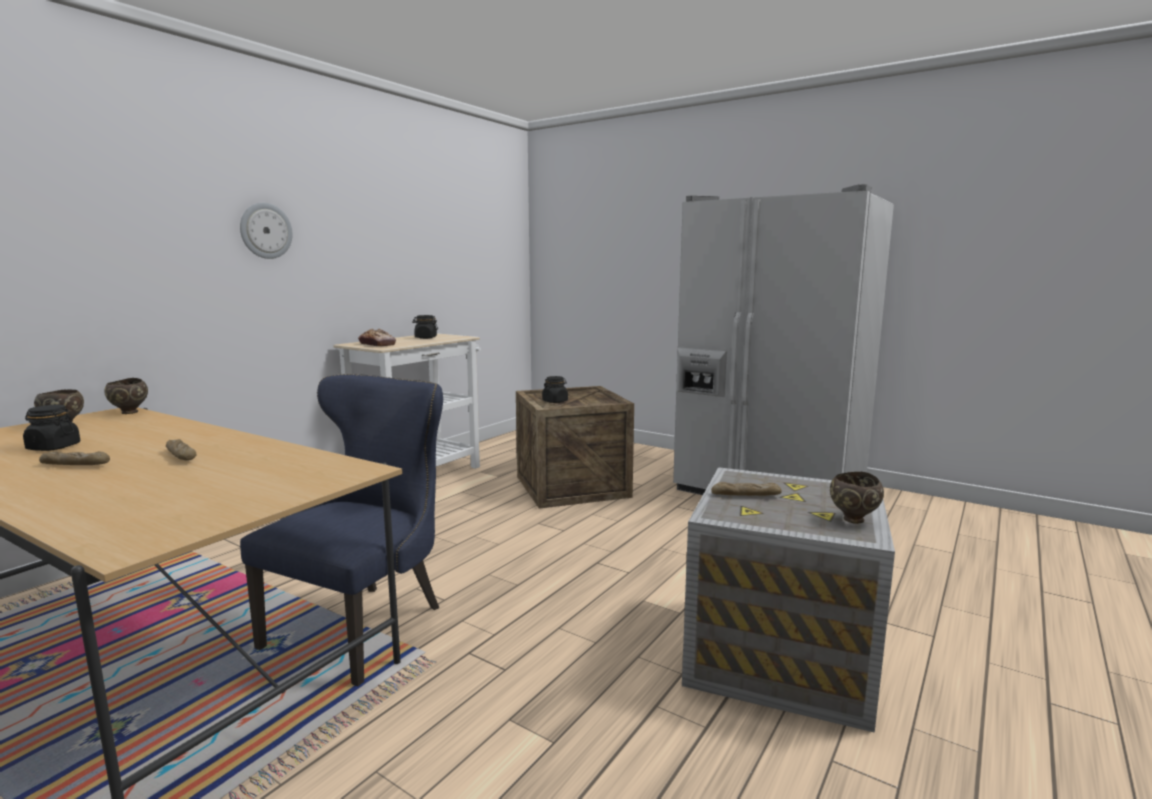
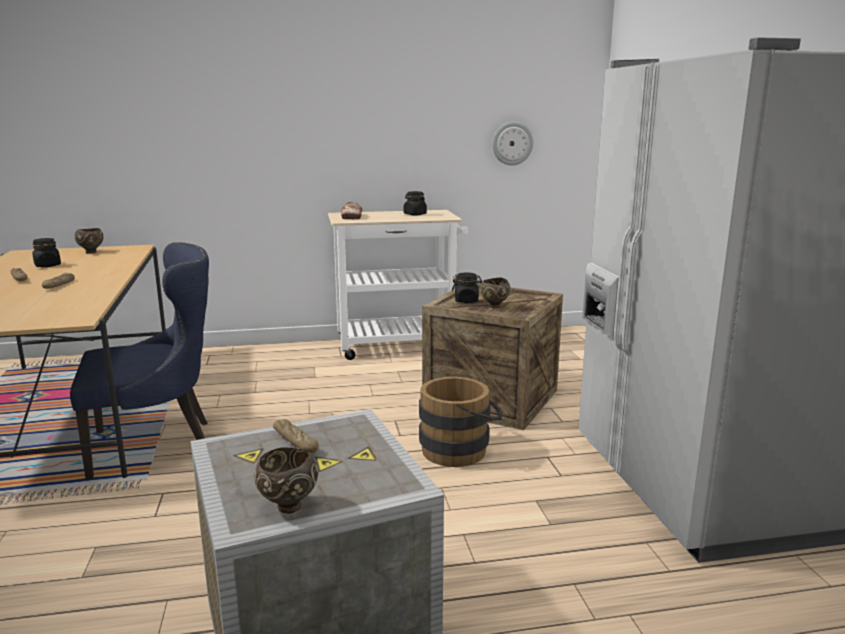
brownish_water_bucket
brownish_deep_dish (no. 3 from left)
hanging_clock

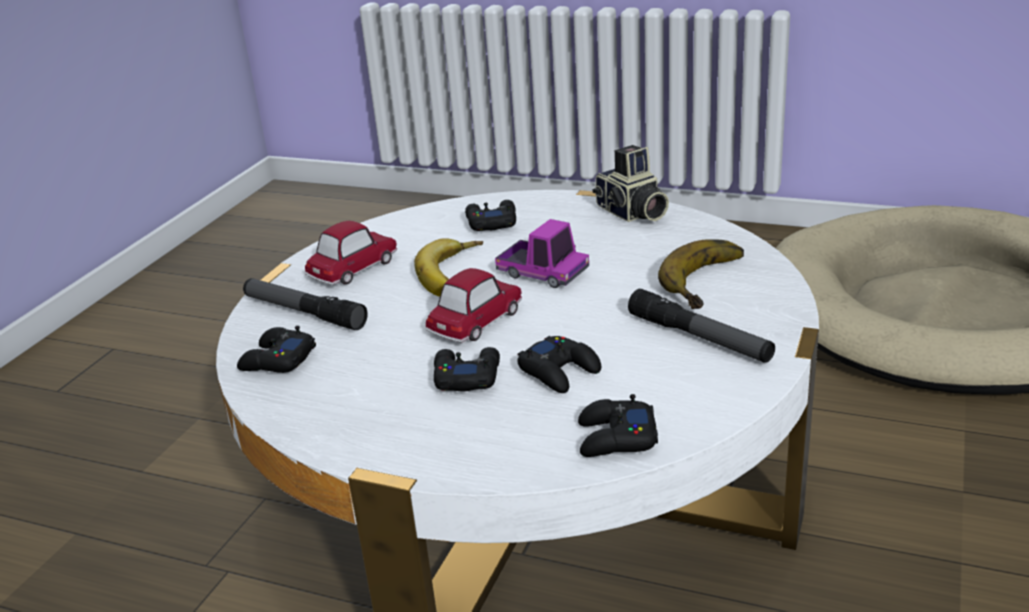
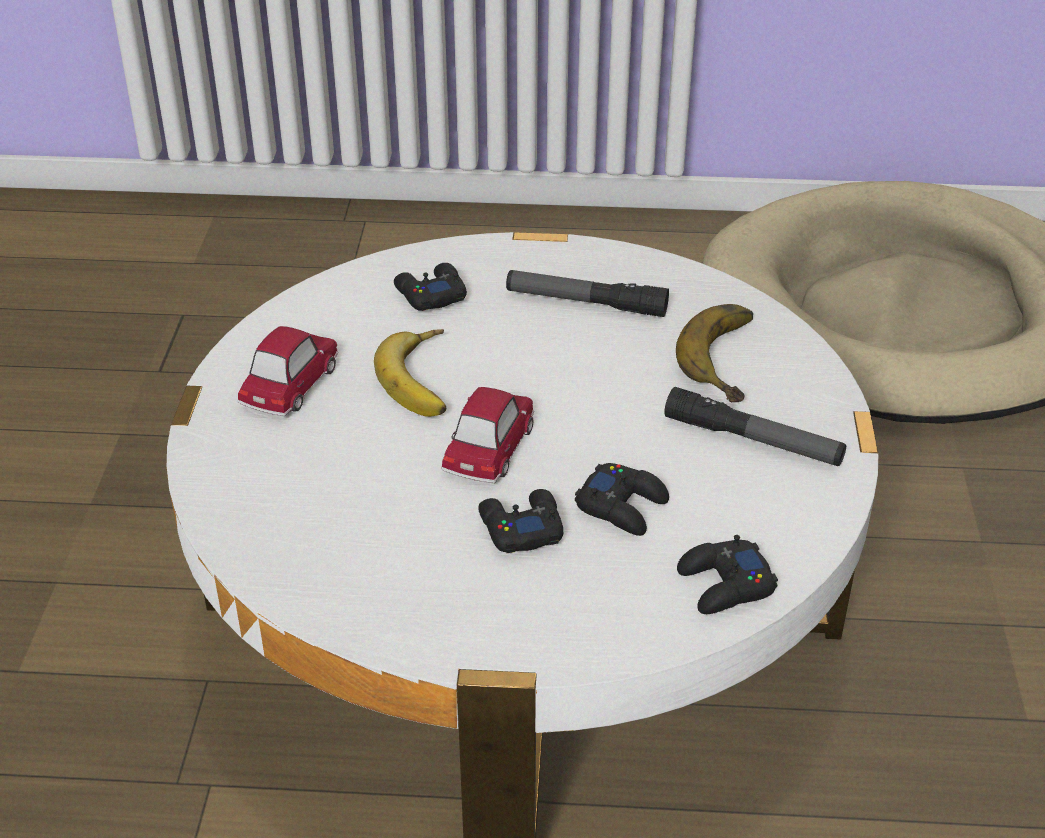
flashlight (no. 1 from left)
black_joypad (no. 1 from left in the first image)
model_truck
still_camera

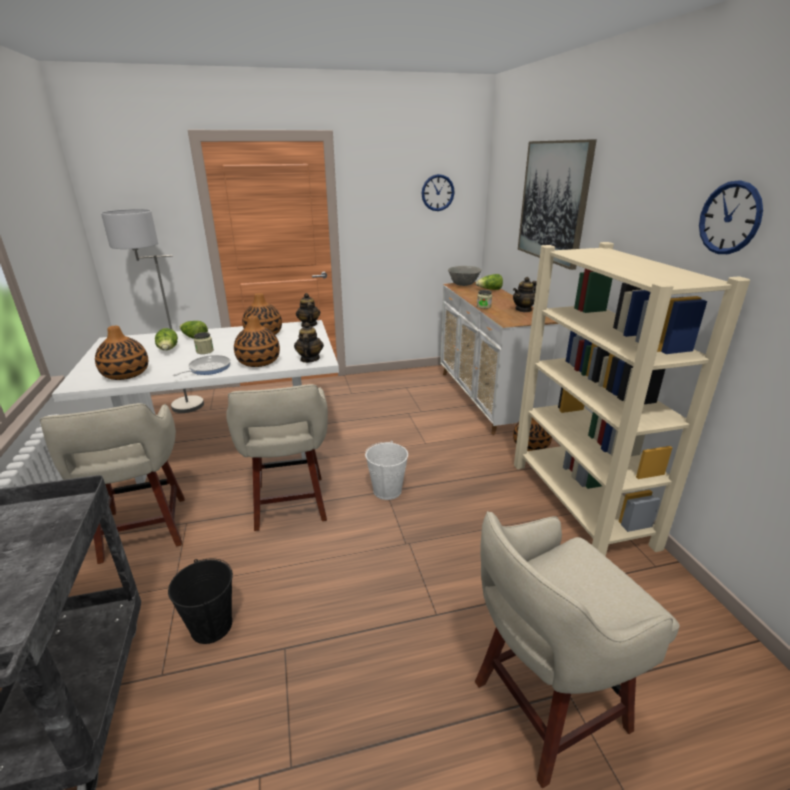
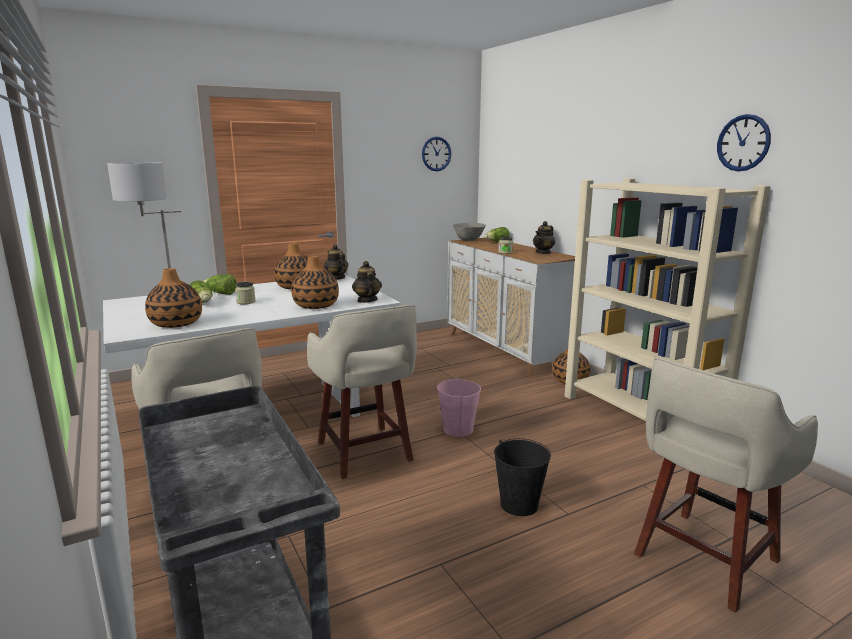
pinkish_water_bucket
black_water_bucket
pan
wall_art

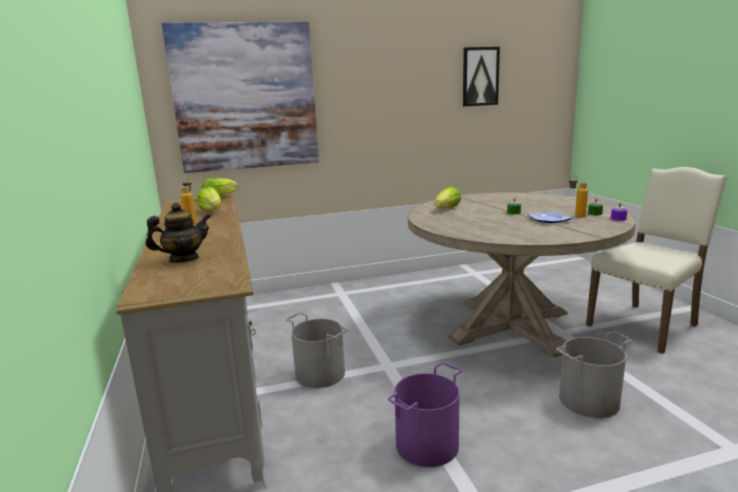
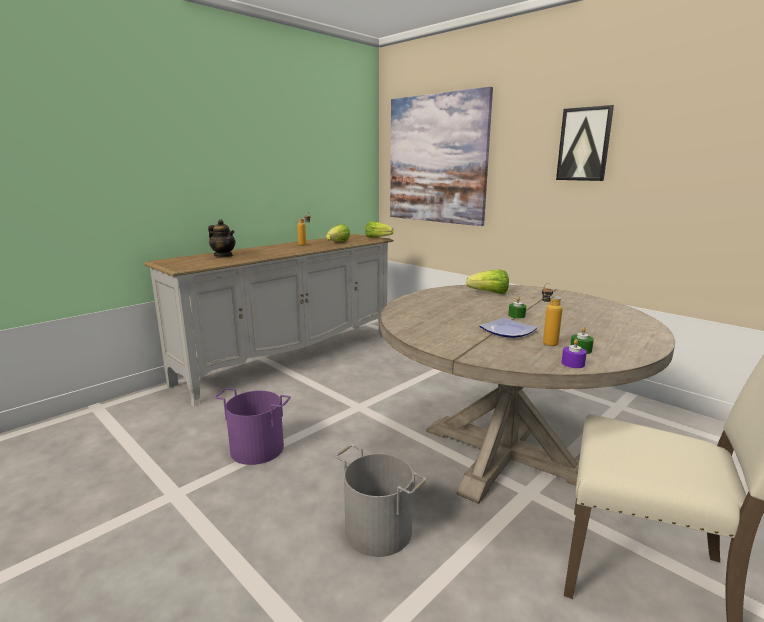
wall_art (no. 2 from left)
greyish_water_bucket (no. 1 from left in the first image)

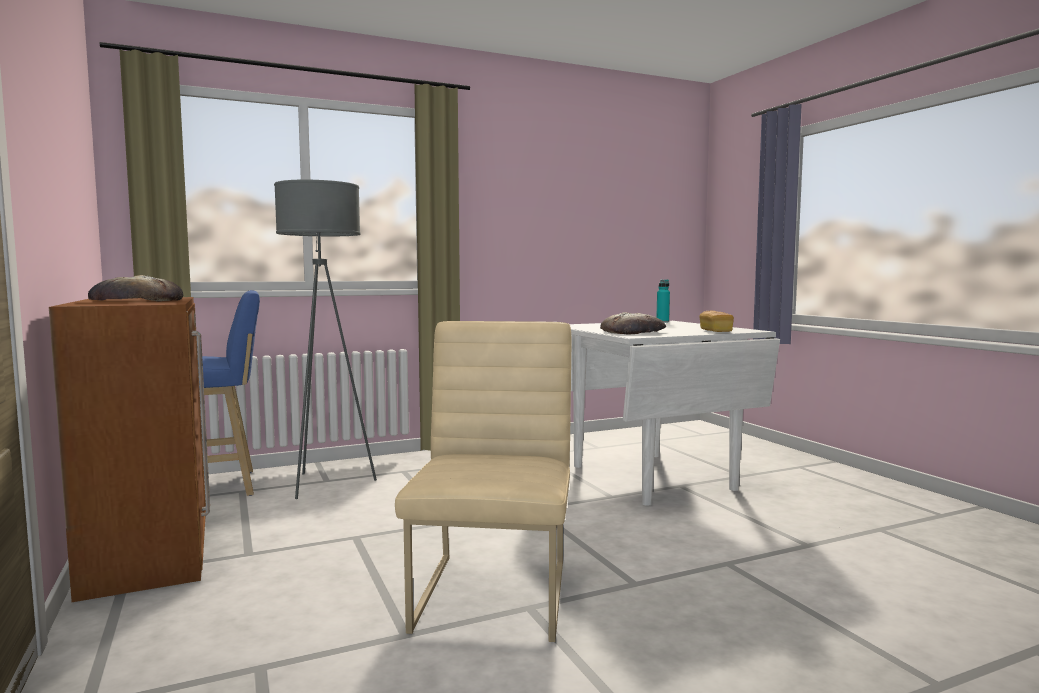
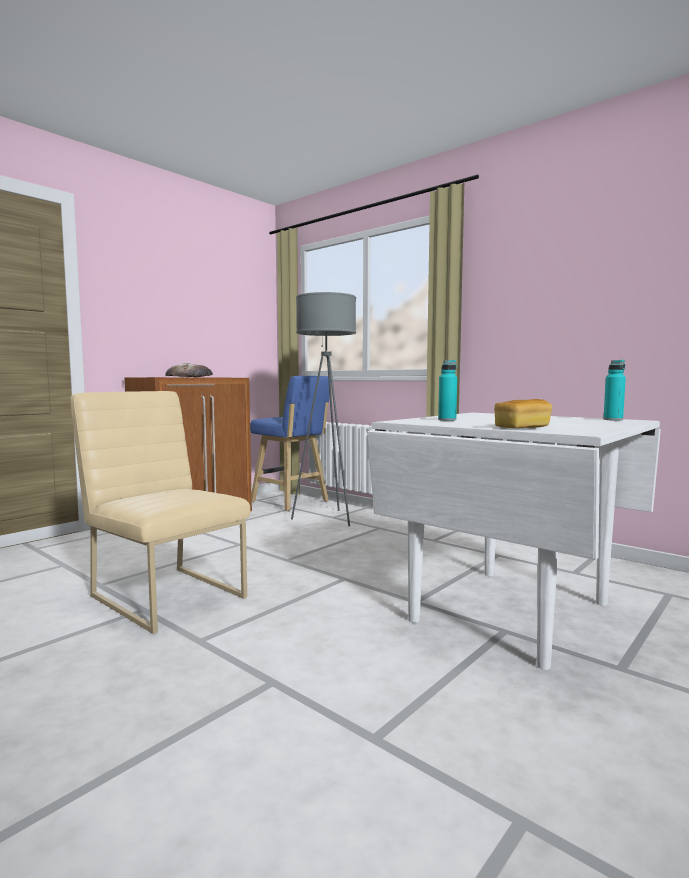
beige-coloured_chair
blue-green_drink_bottle (no. 1 from left)

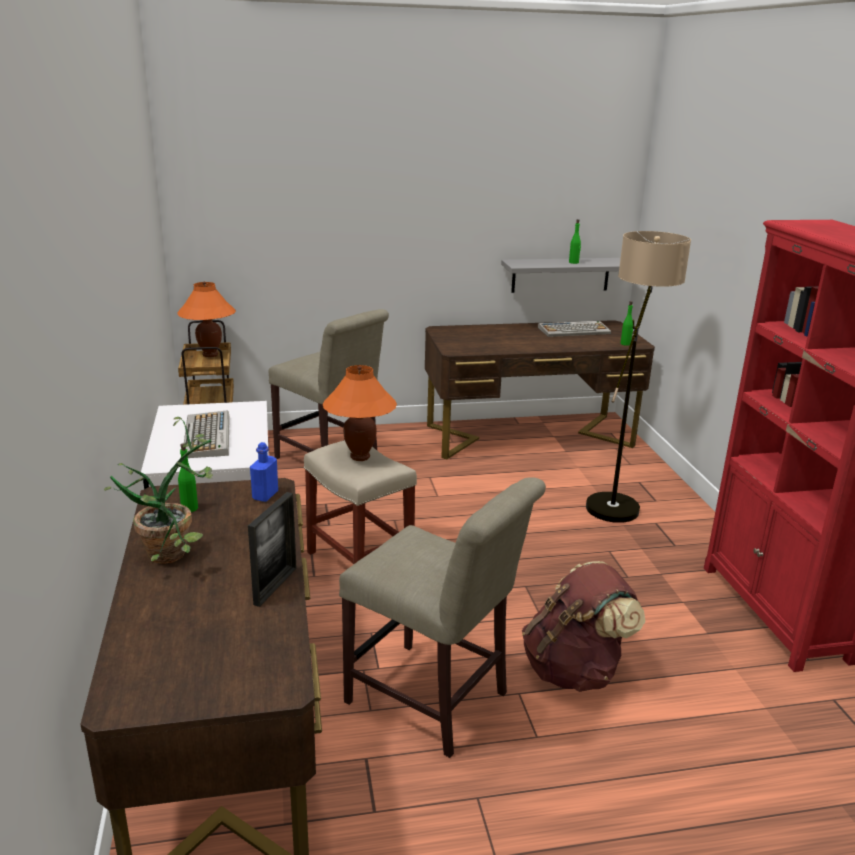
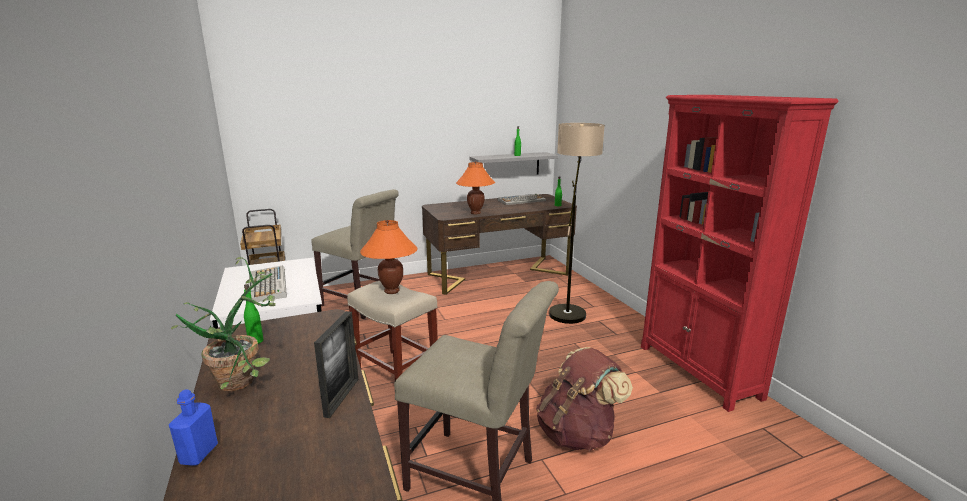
bluish_drink_bottle
orange_tabletop_lamp (no. 2 from left)

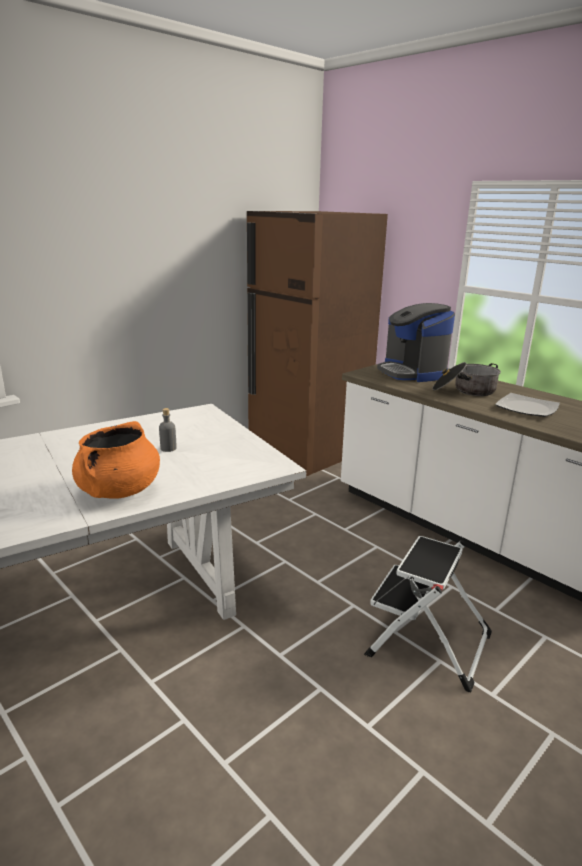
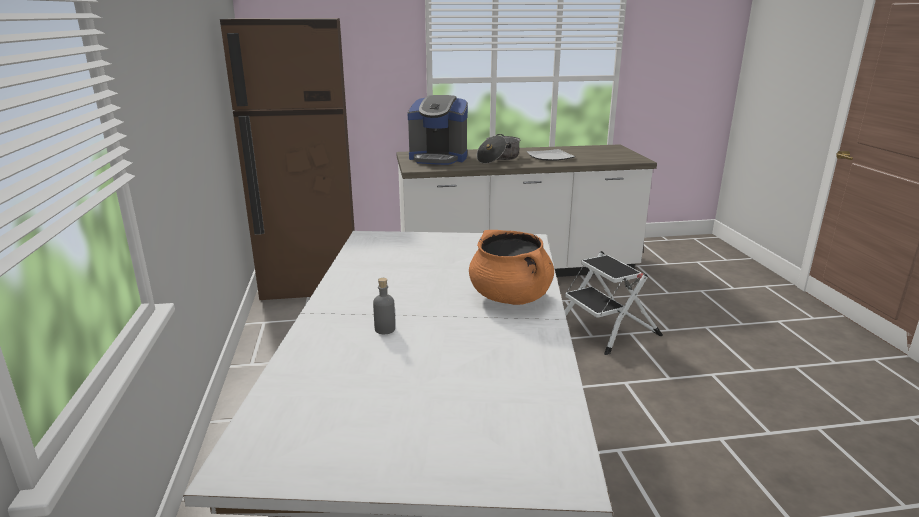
greyish_drink_bottle

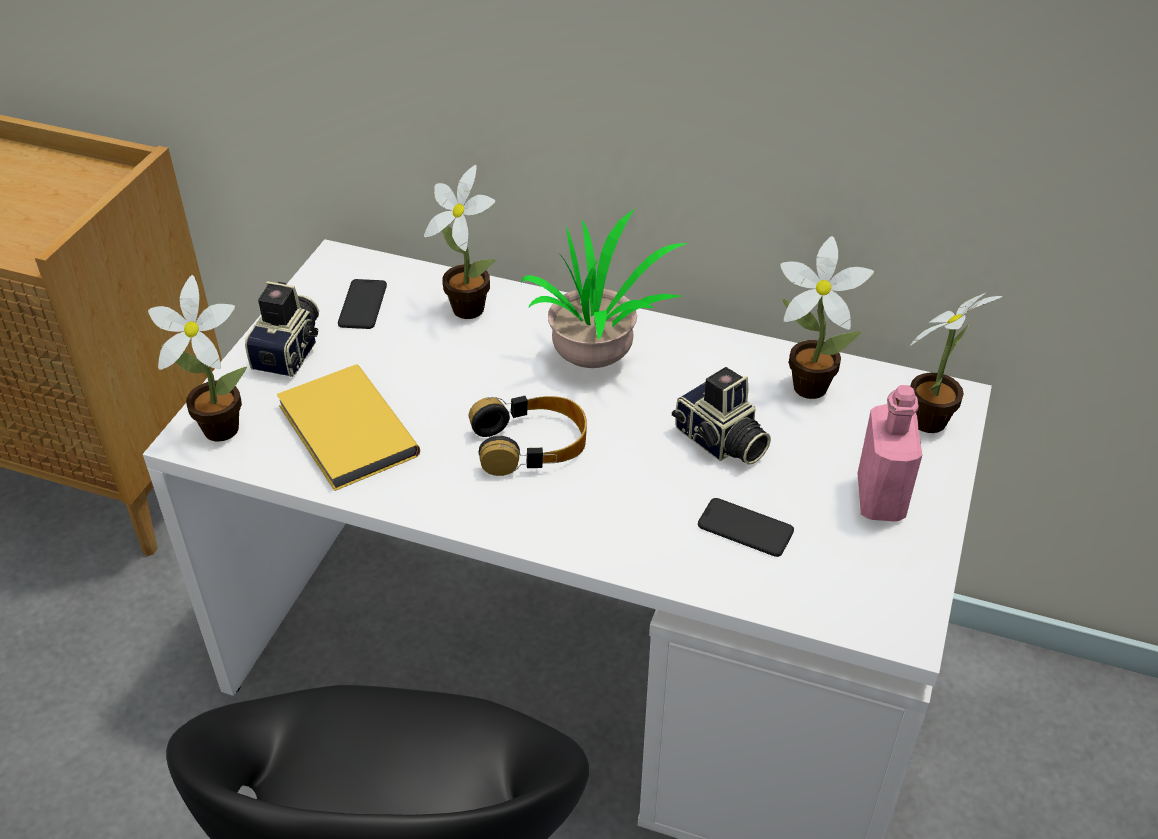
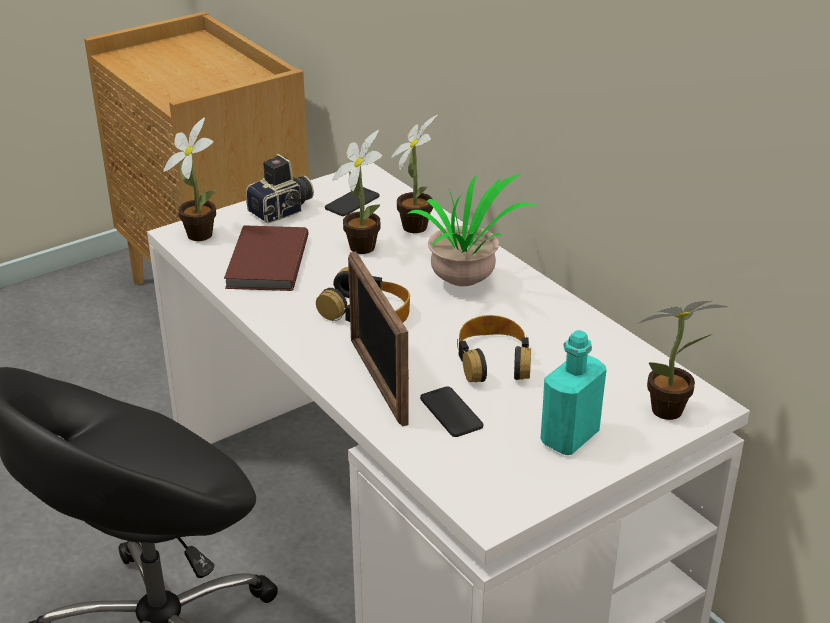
brownish_volume
houseplant (no. 2 from left)
photo_frame
pair_of_headphones (no. 2 from left)
blue-green_drink_bottle

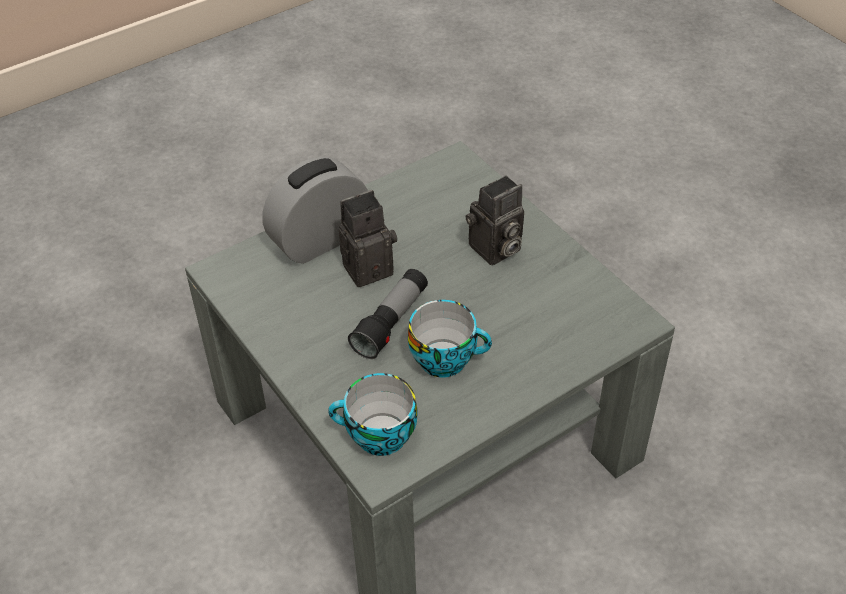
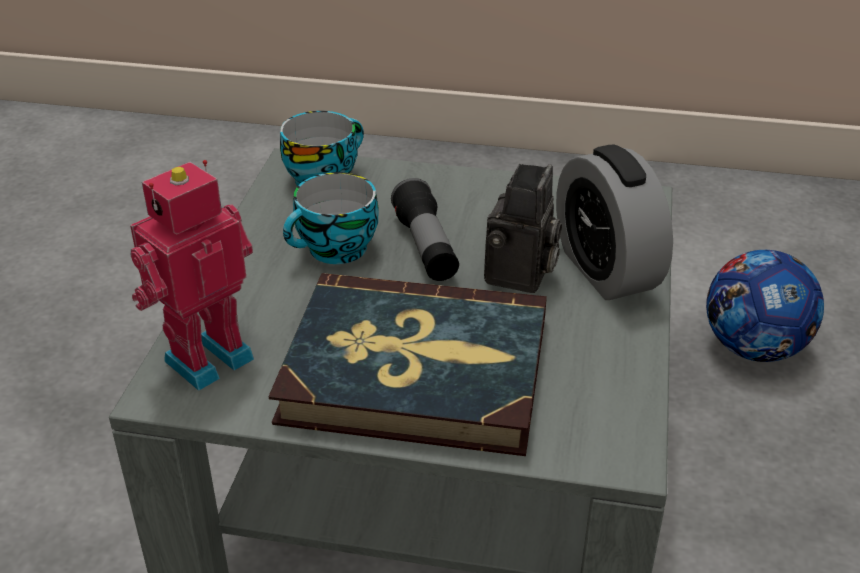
robot_figure
volume
table_clock
ball_for_football

